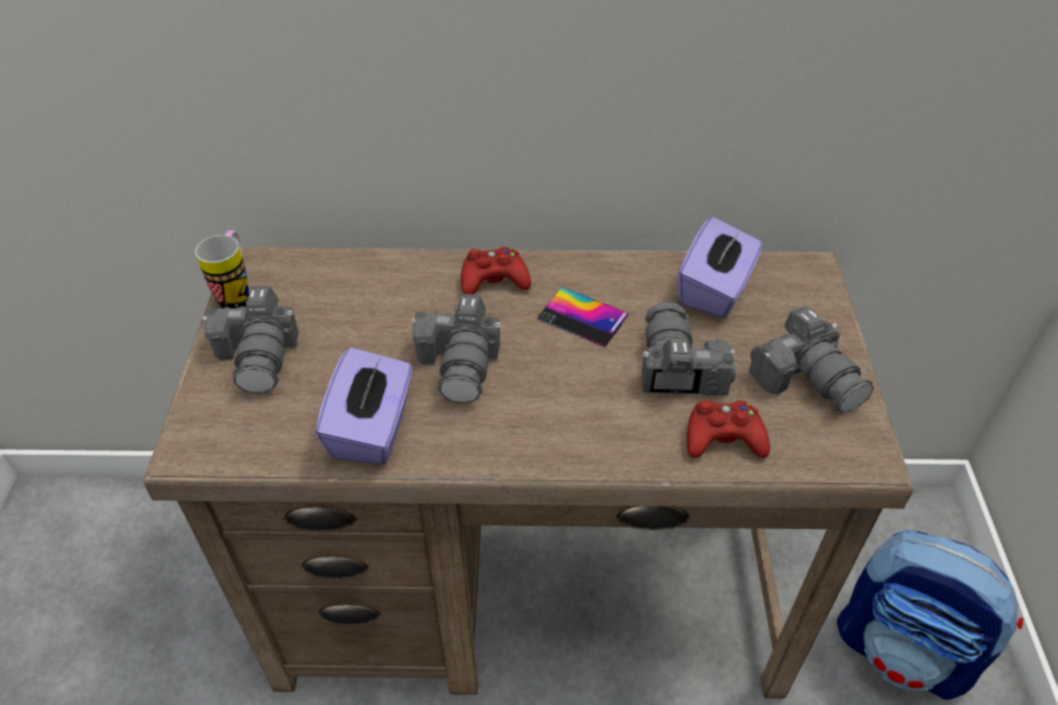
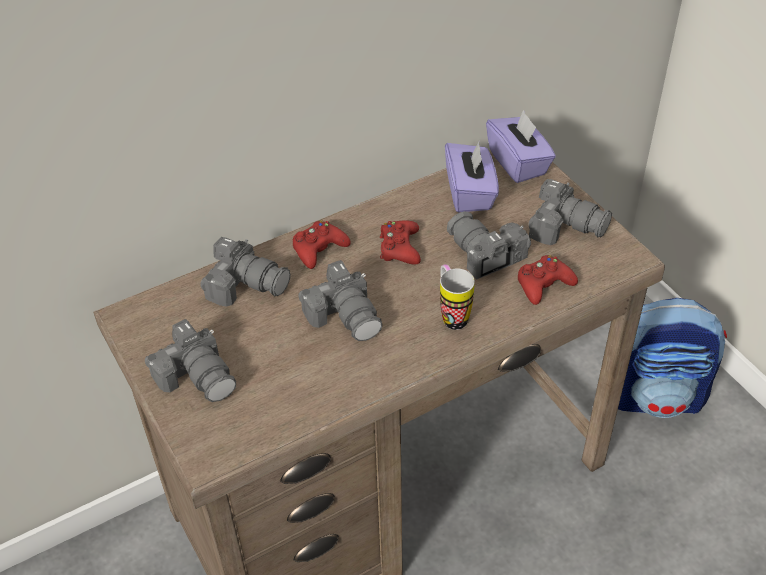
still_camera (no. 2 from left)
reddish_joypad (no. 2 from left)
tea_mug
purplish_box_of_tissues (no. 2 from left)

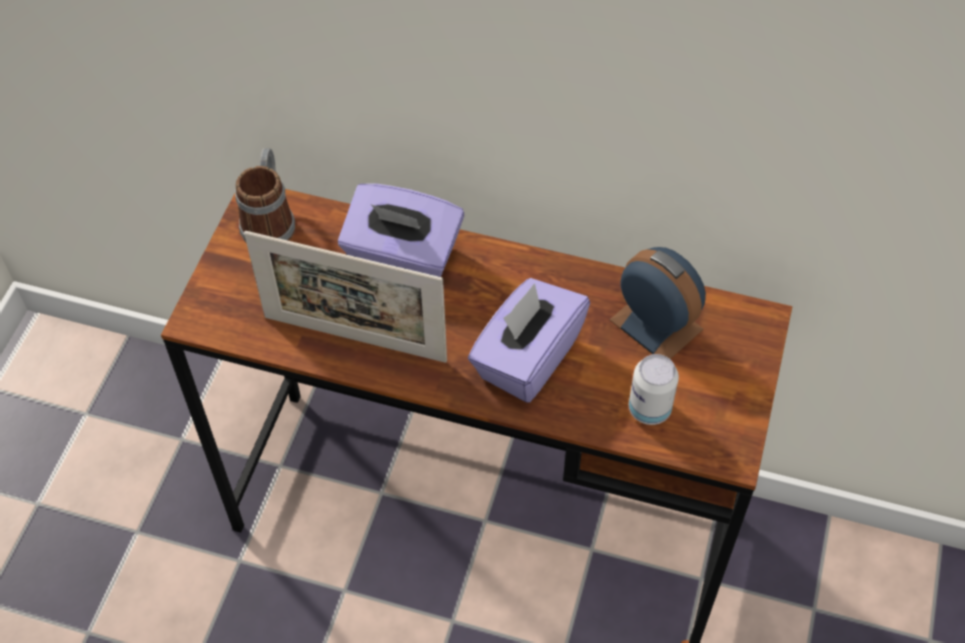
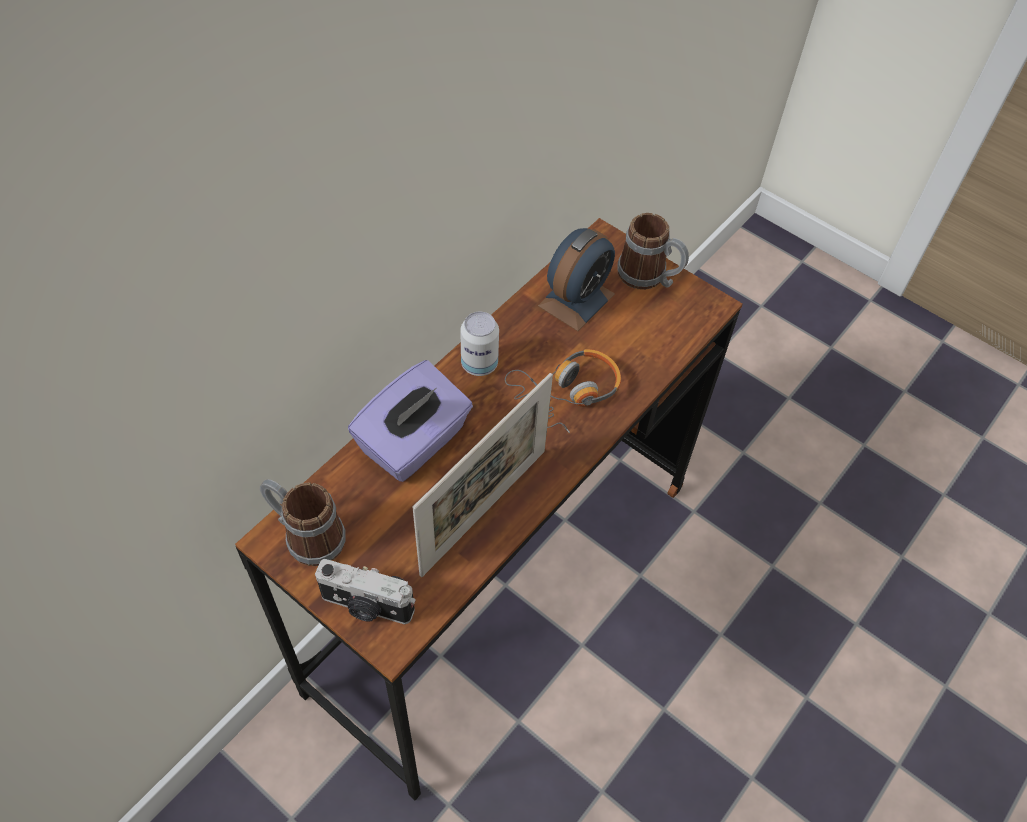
still_camera
sealed_can
pair_of_headphones
table_clock
tea_mug (no. 2 from left)

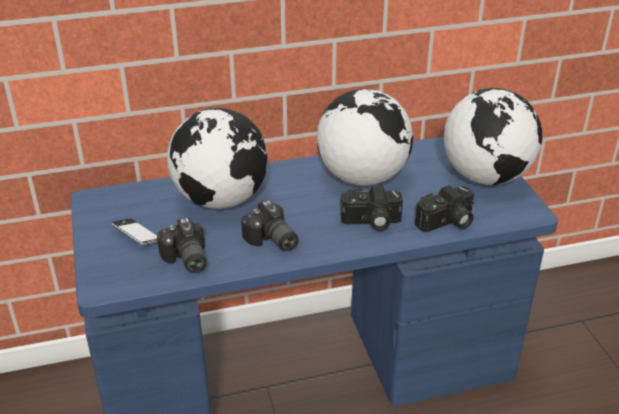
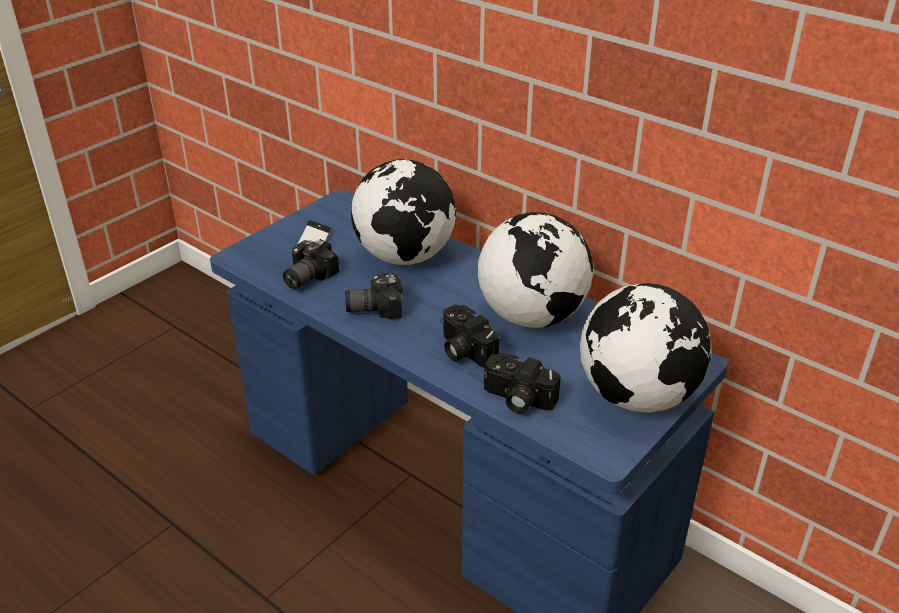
still_camera (no. 2 from left)

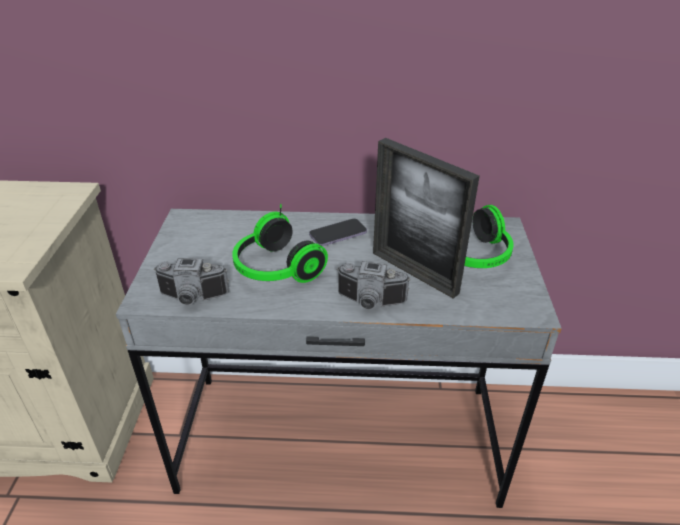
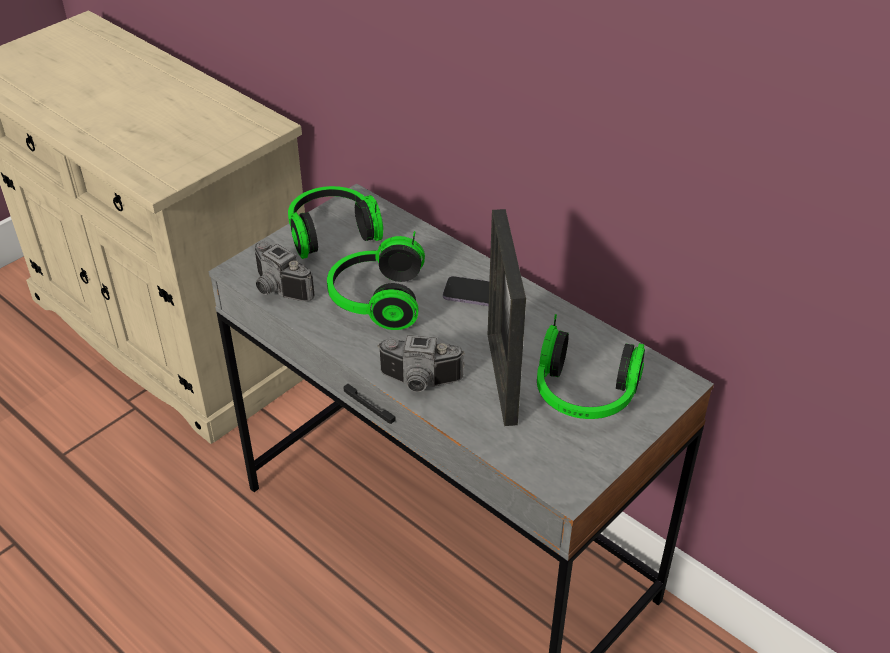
pair_of_headphones (no. 1 from left)
still_camera (no. 2 from left)

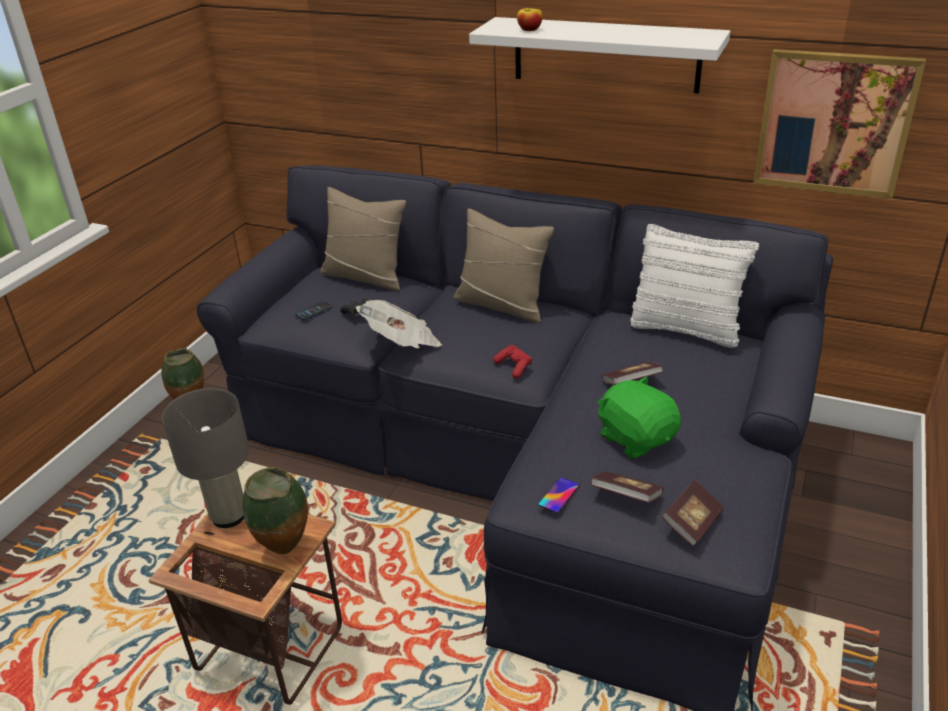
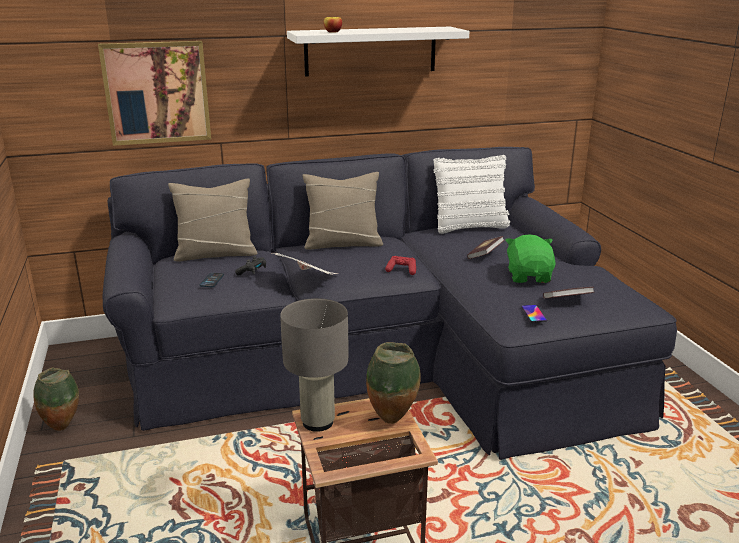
wall_art
greenish_cuddly_toy
volume (no. 3 from left in the first image)

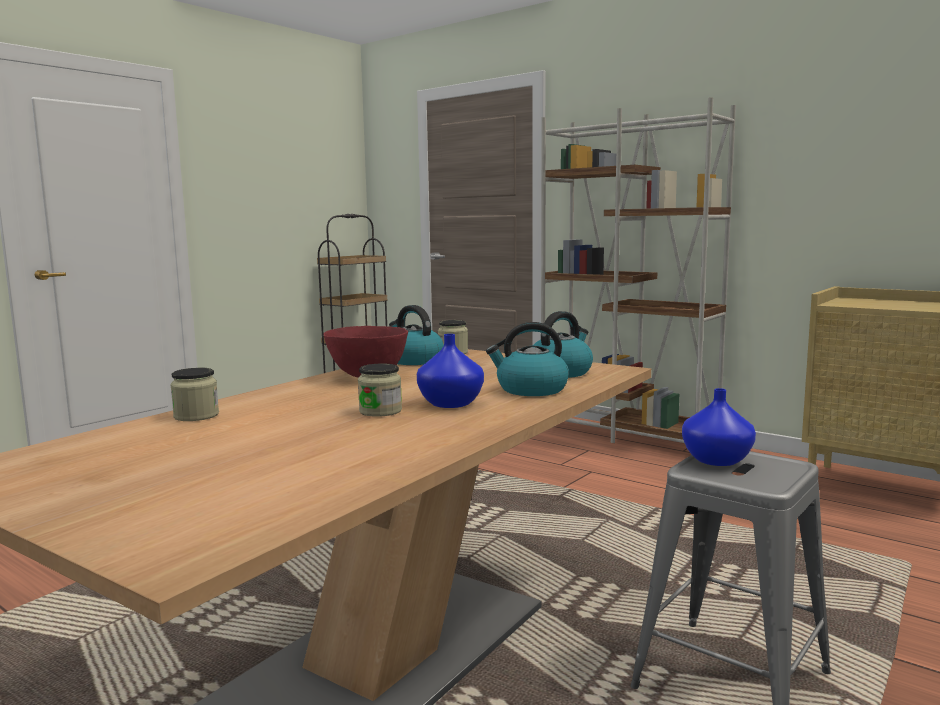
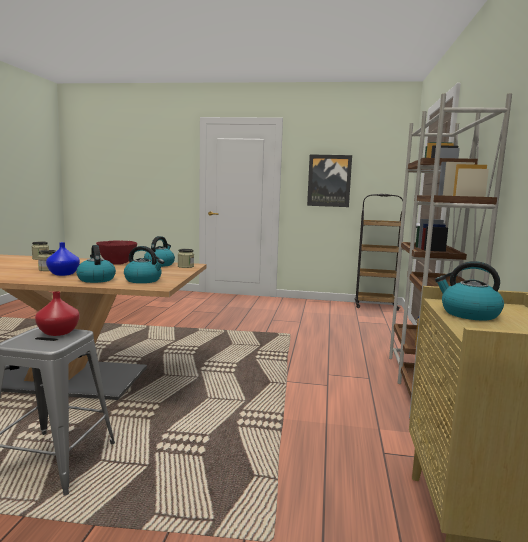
reddish_vase
wall_art
tea_kettle (no. 4 from left)

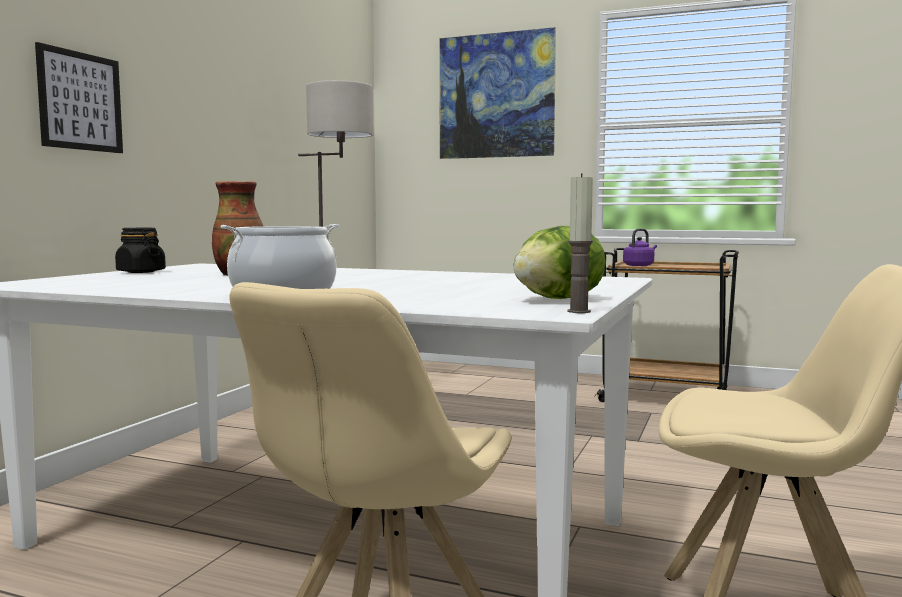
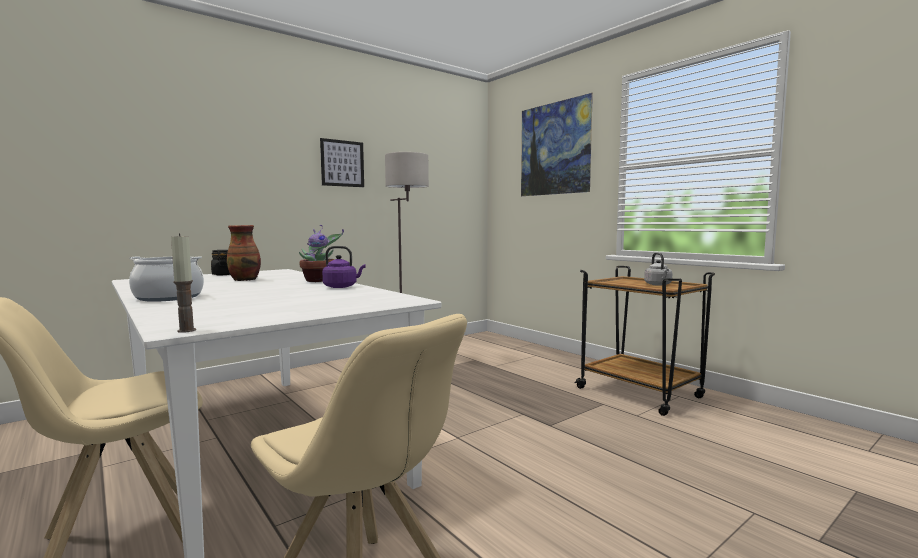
houseplant
wall_art (no. 1 from left)
purplish_tea_kettle
greyish_tea_kettle
head_of_lettuce

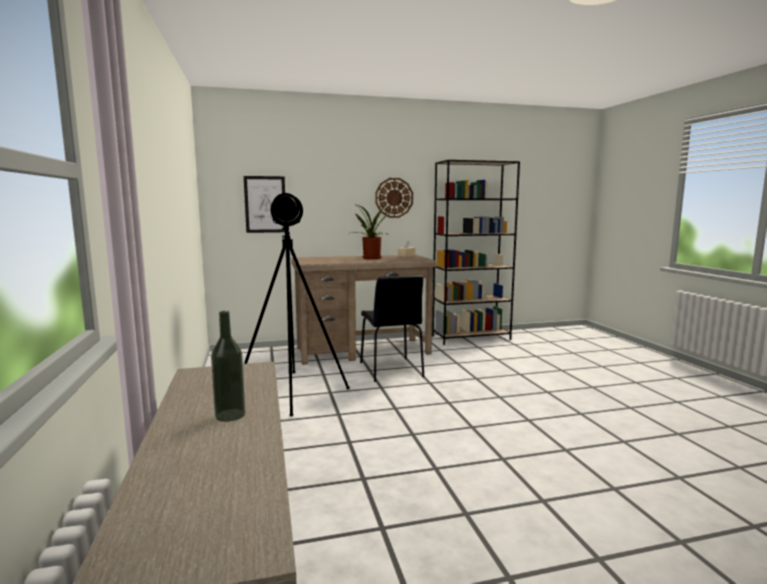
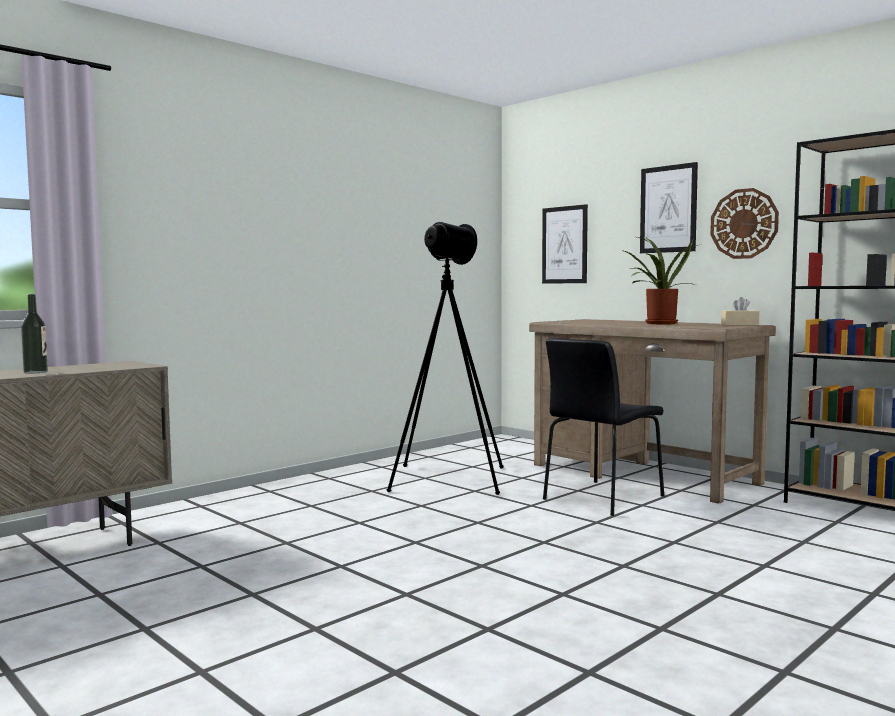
wall_art (no. 2 from left)

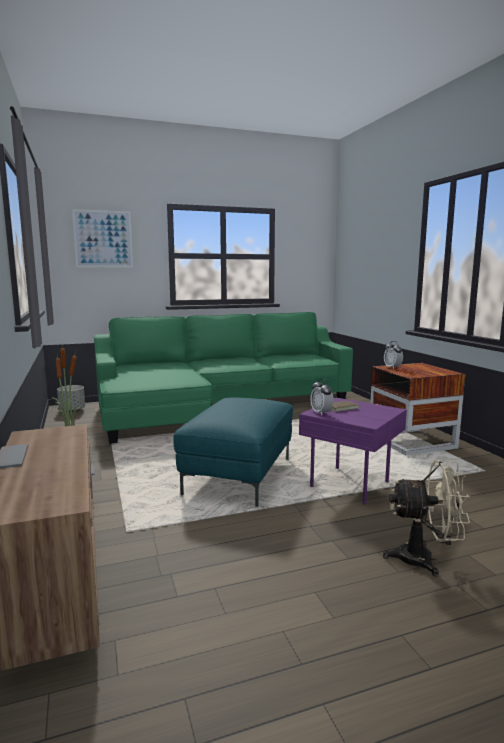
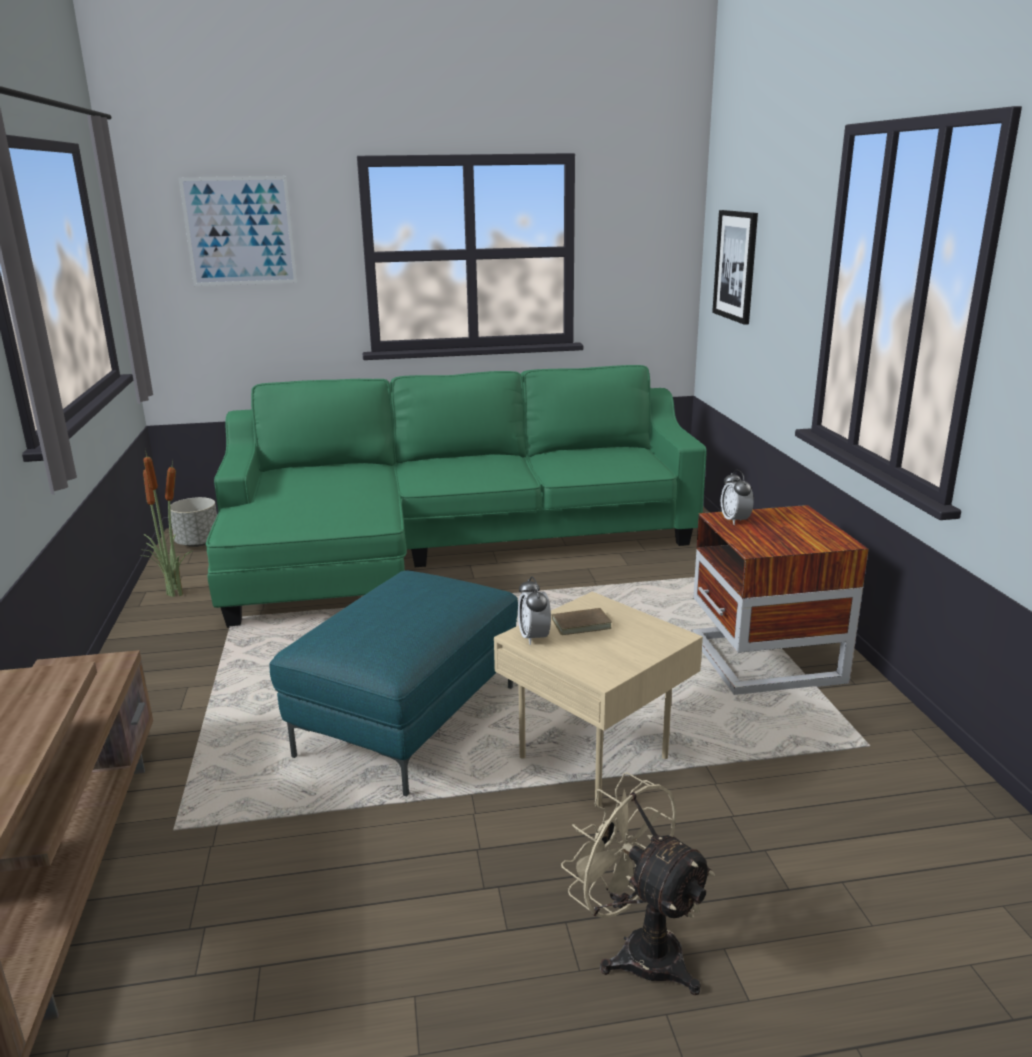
beige-coloured_accent_table
beige-coloured_fan
wall_art (no. 2 from left)

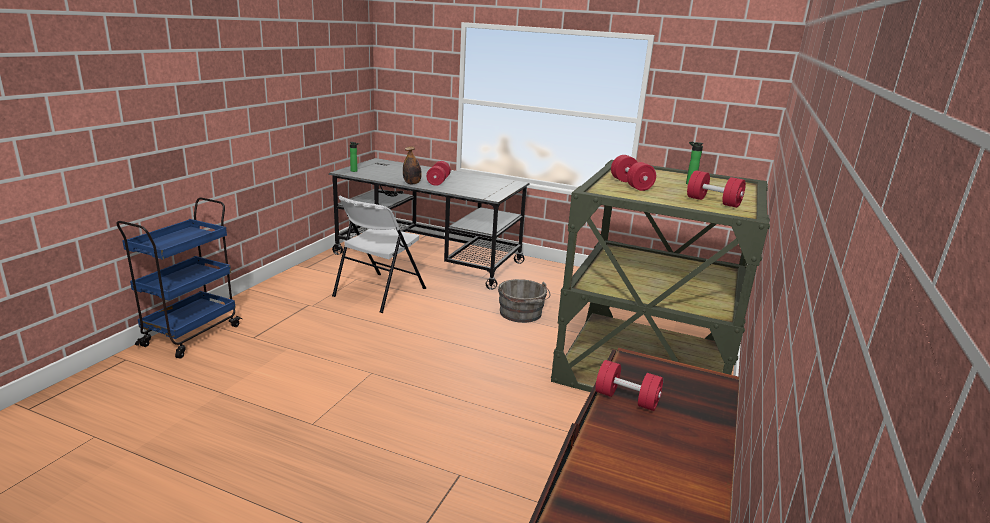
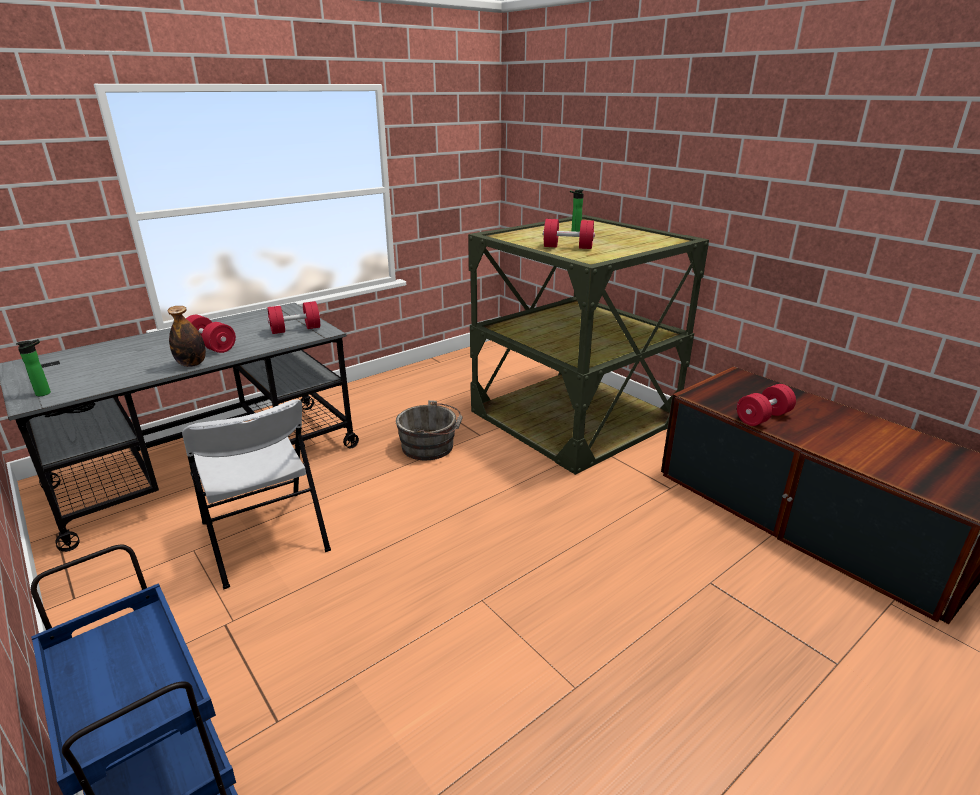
reddish_free_weight (no. 2 from left)

